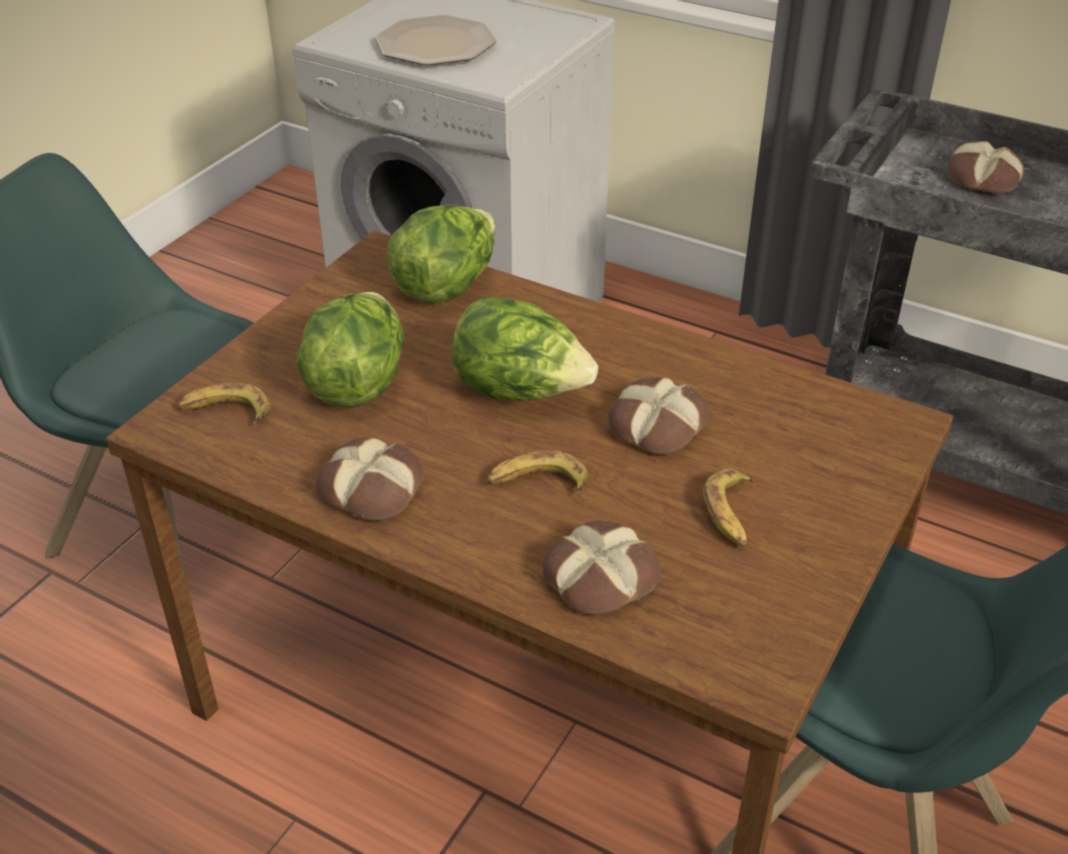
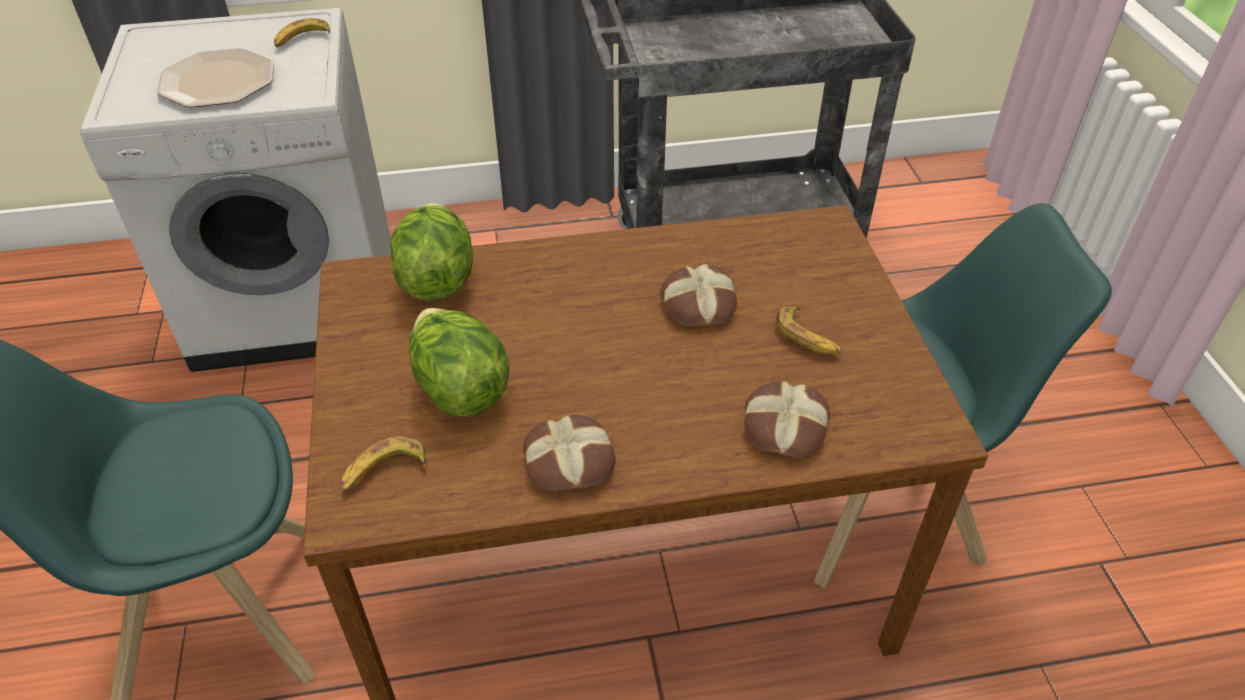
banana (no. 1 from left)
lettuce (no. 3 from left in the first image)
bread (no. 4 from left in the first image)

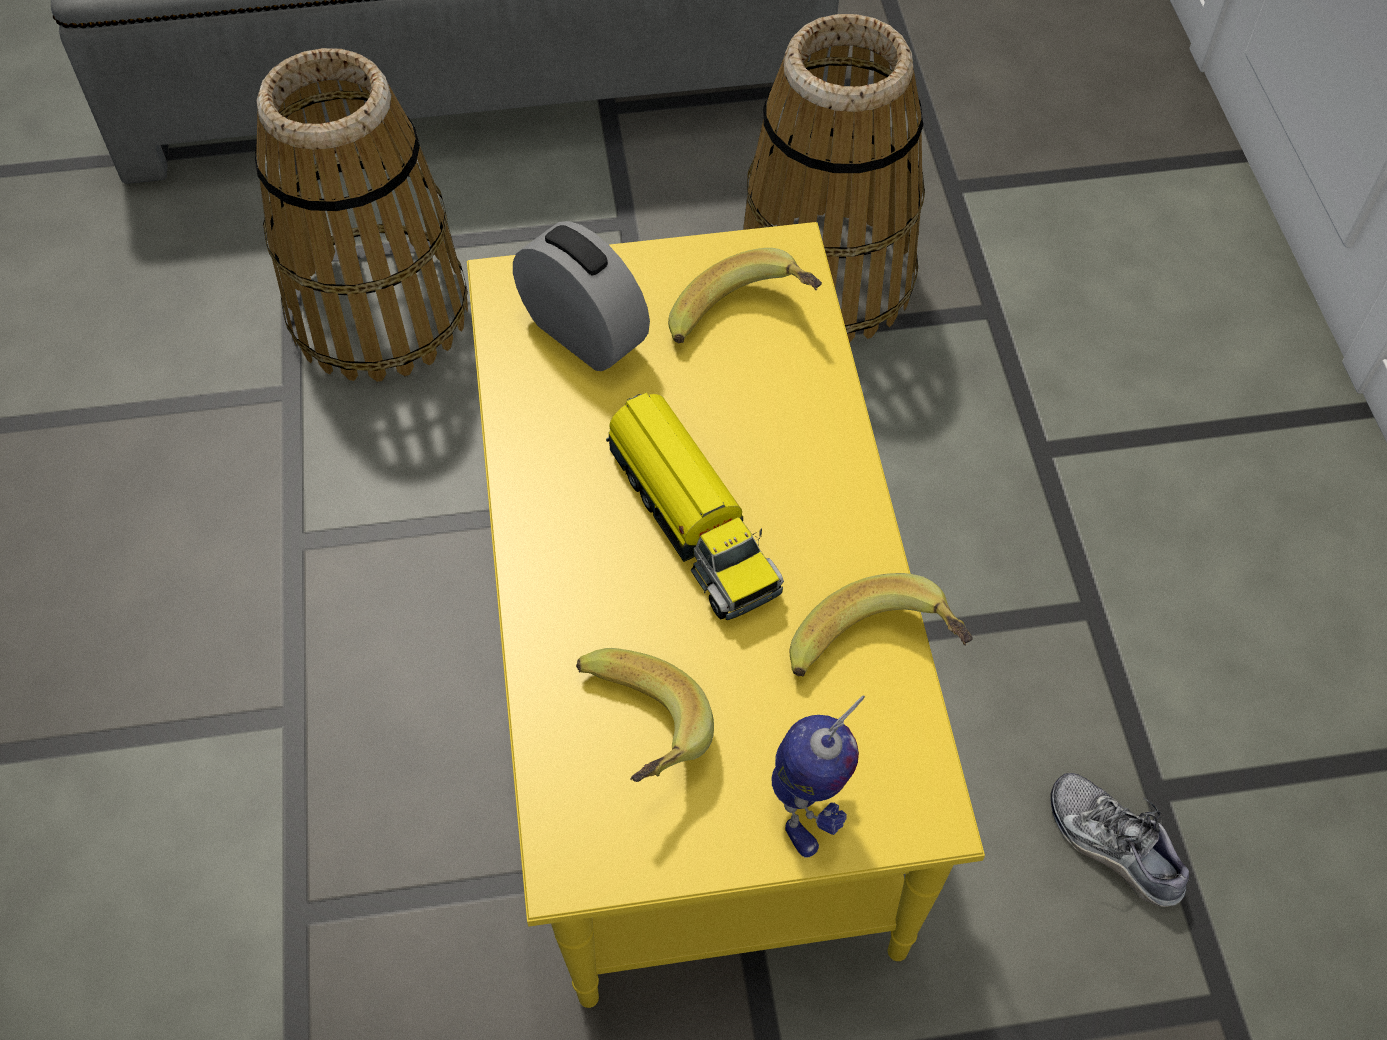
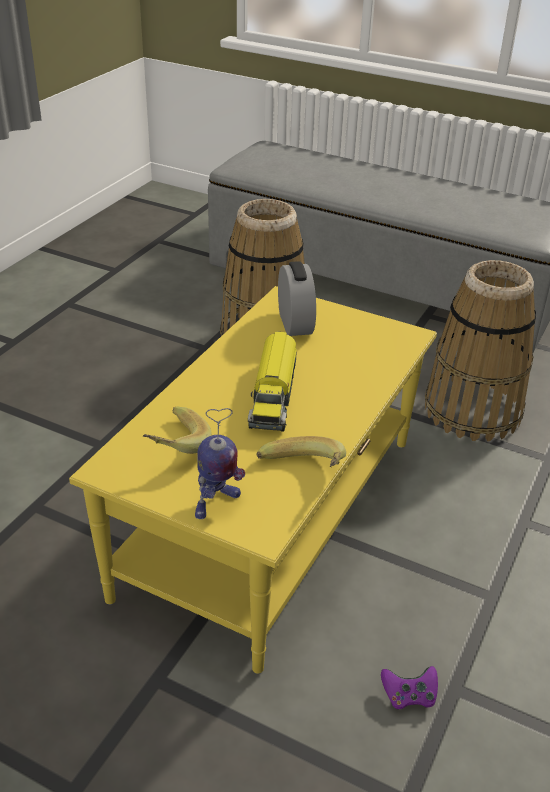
game controller in purple
banana (no. 2 from left in the first image)

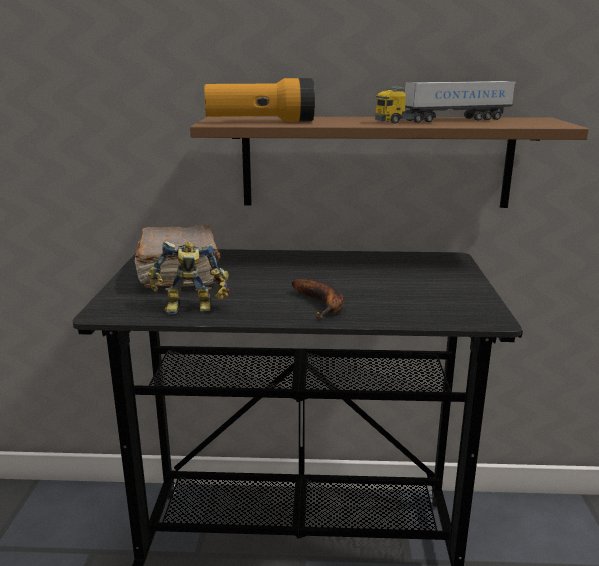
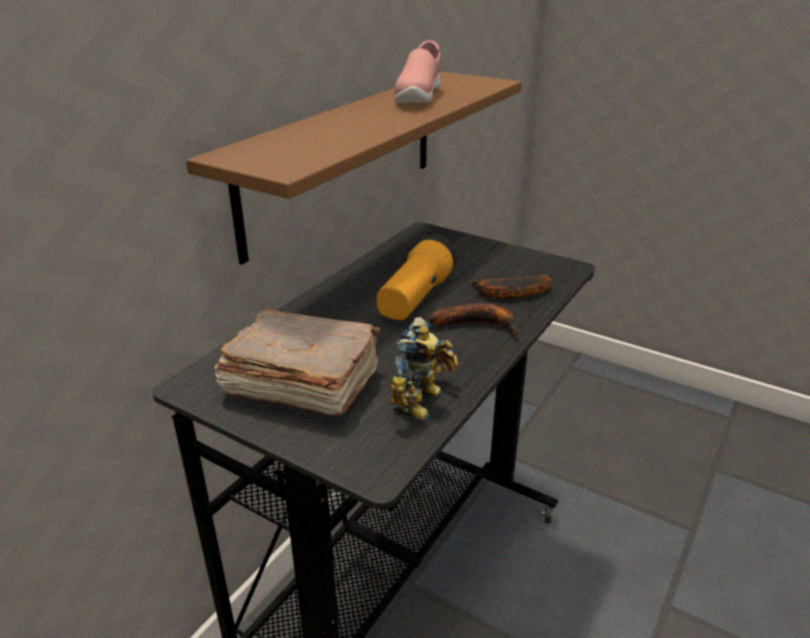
flashlight
shoe in pink
banana (no. 2 from left)

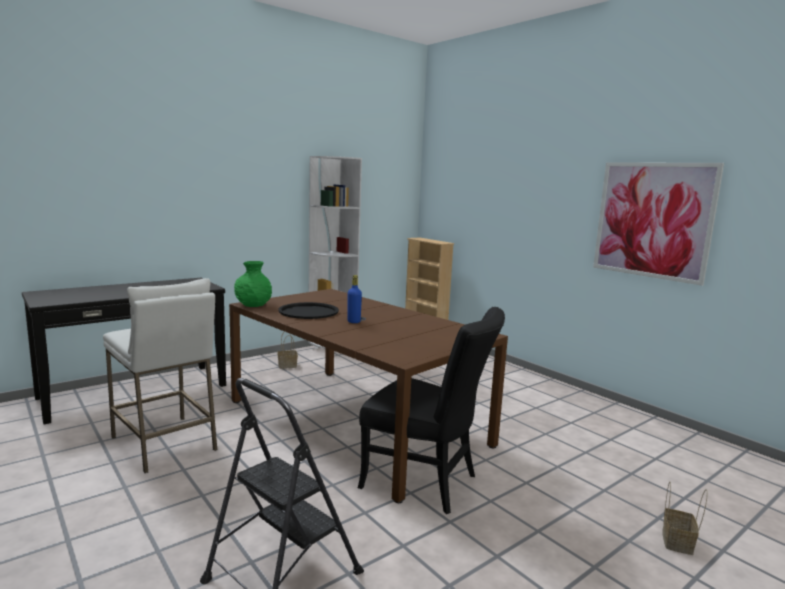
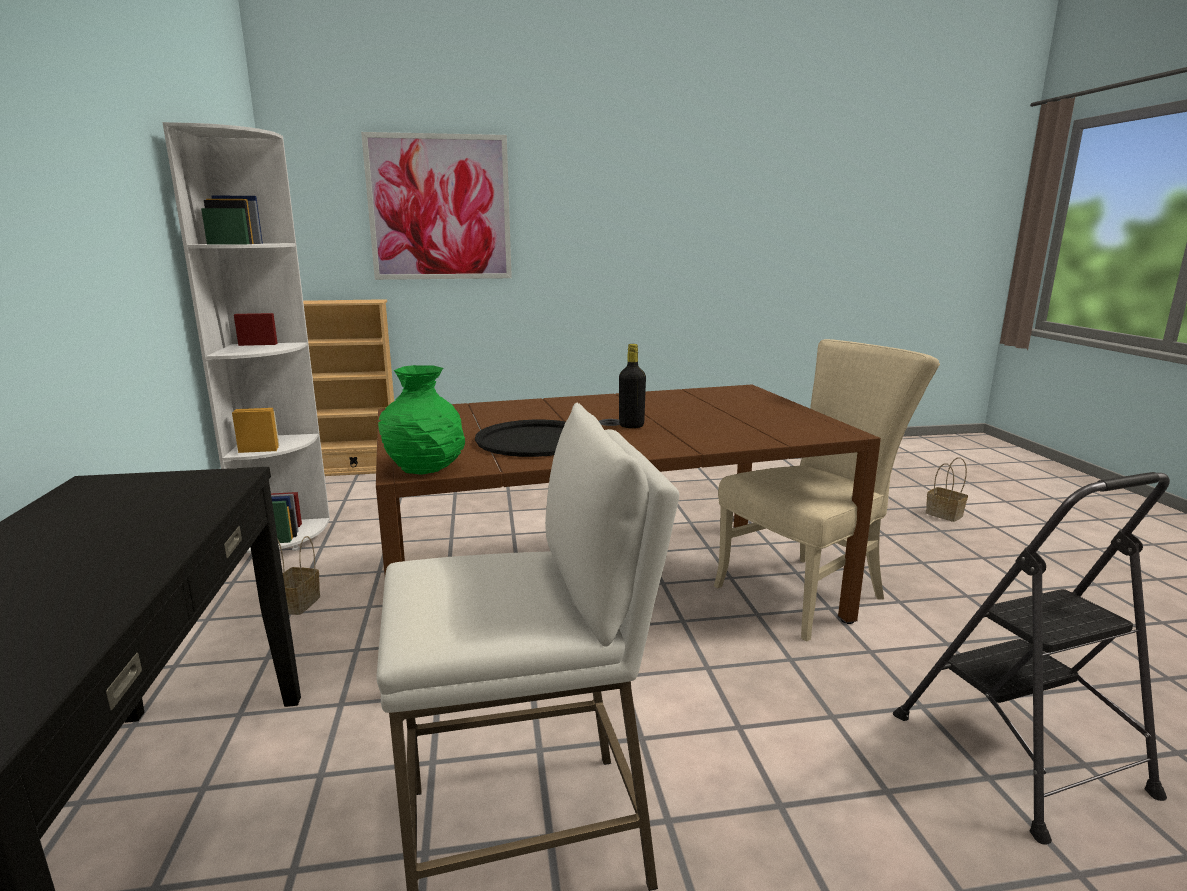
picture
bottle in black
chair in beige

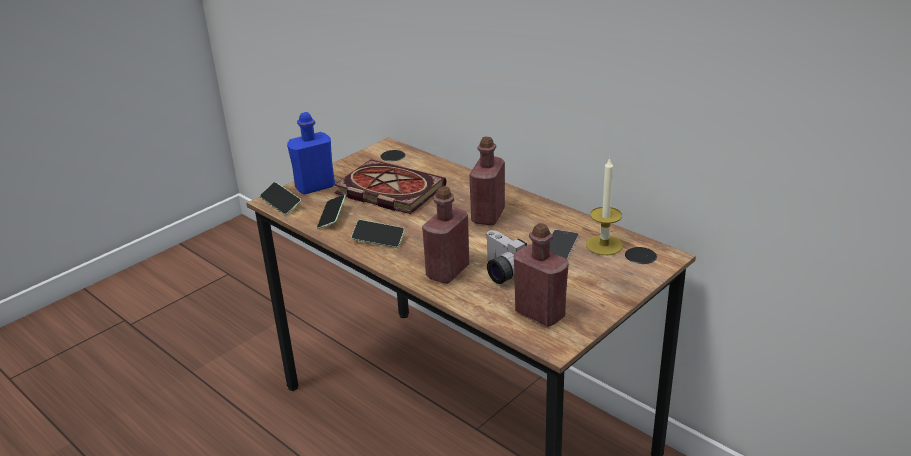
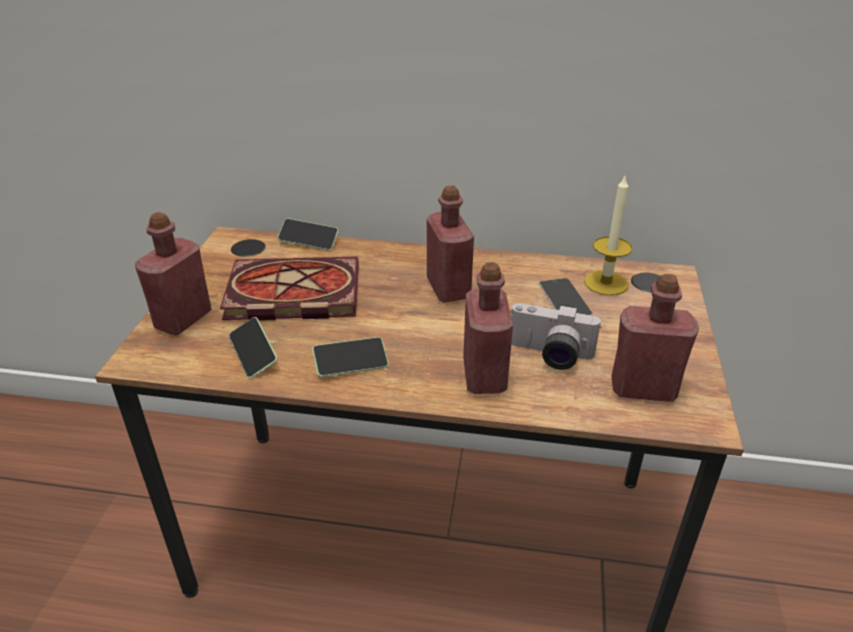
bottle in red (no. 1 from left)
phone (no. 2 from left)

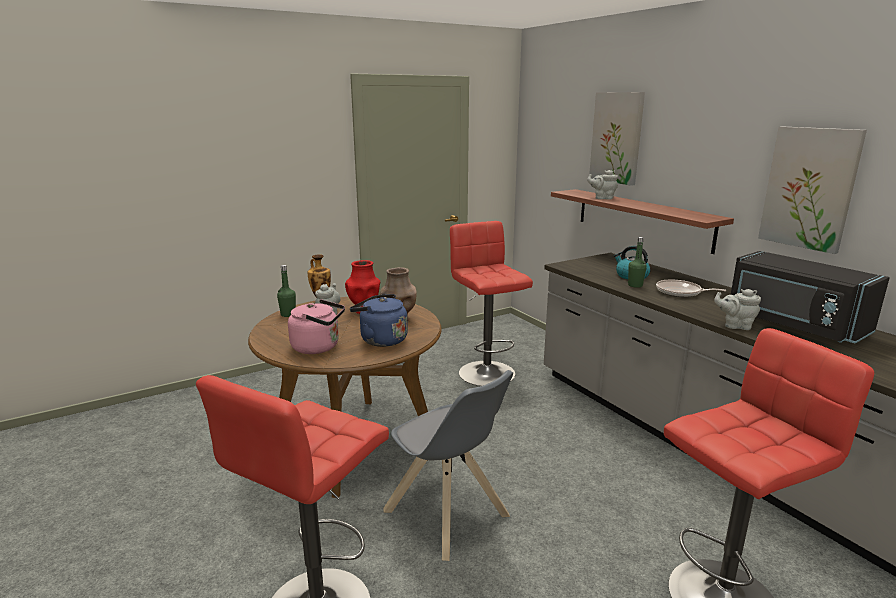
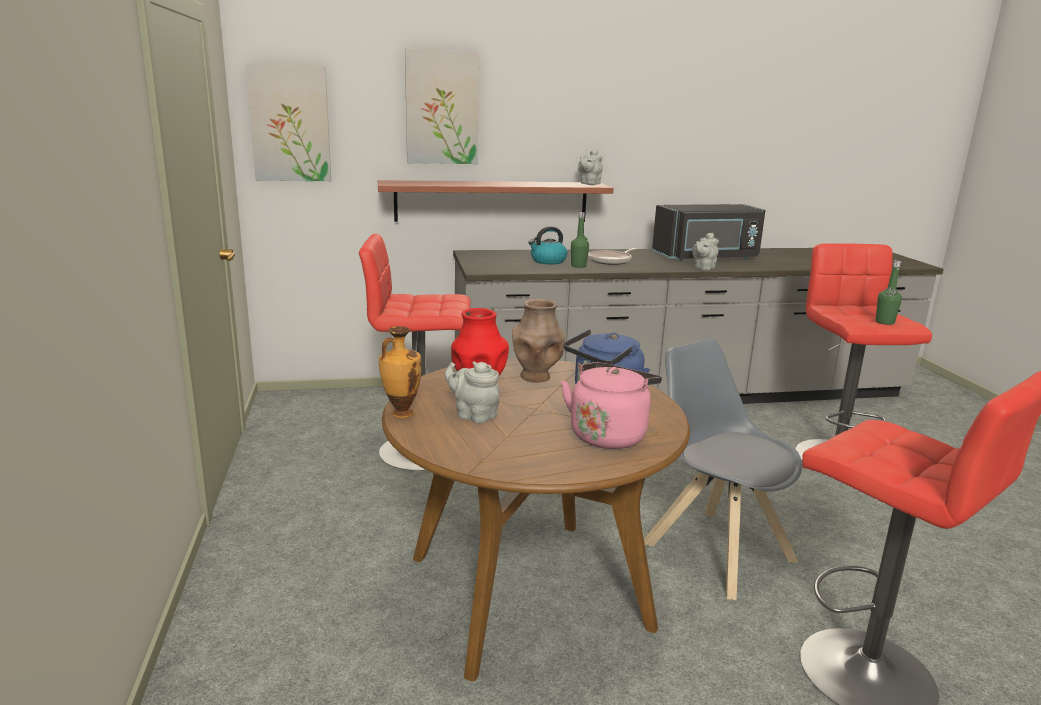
picture (no. 1 from left)
teapot in grey (no. 2 from left)
chair in grey
bottle in green (no. 2 from left)

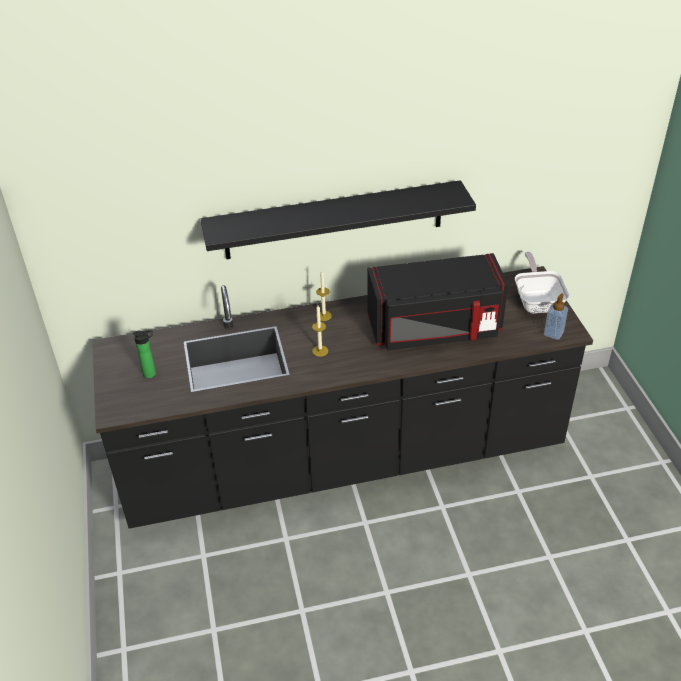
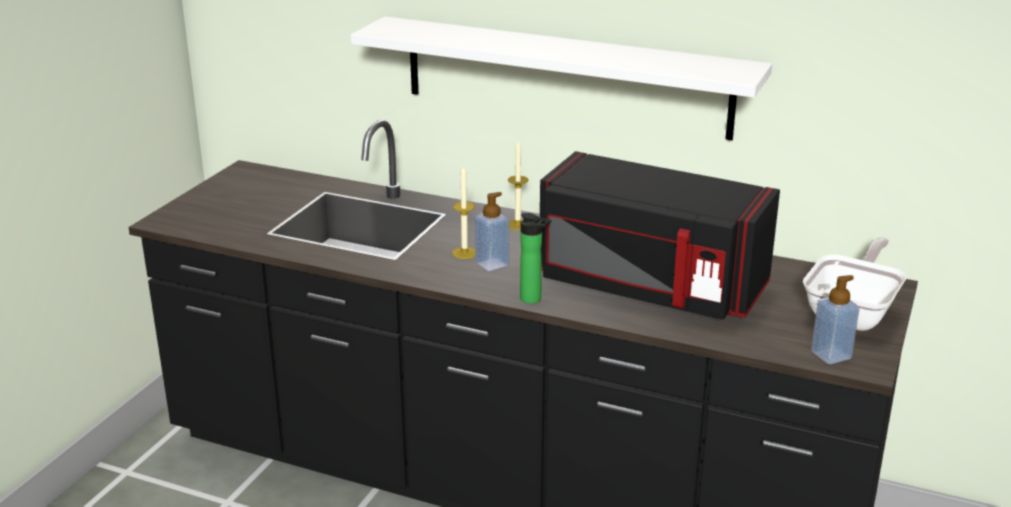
shelf in white
soap dispenser (no. 1 from left)
bottle

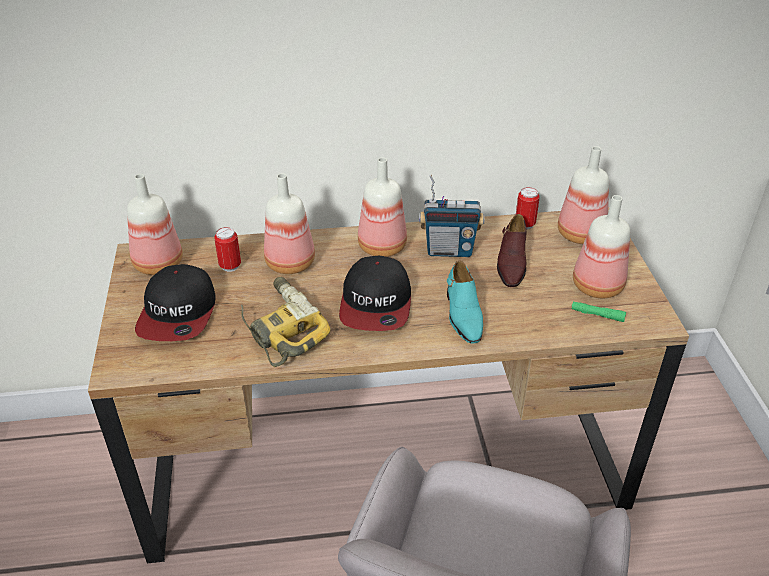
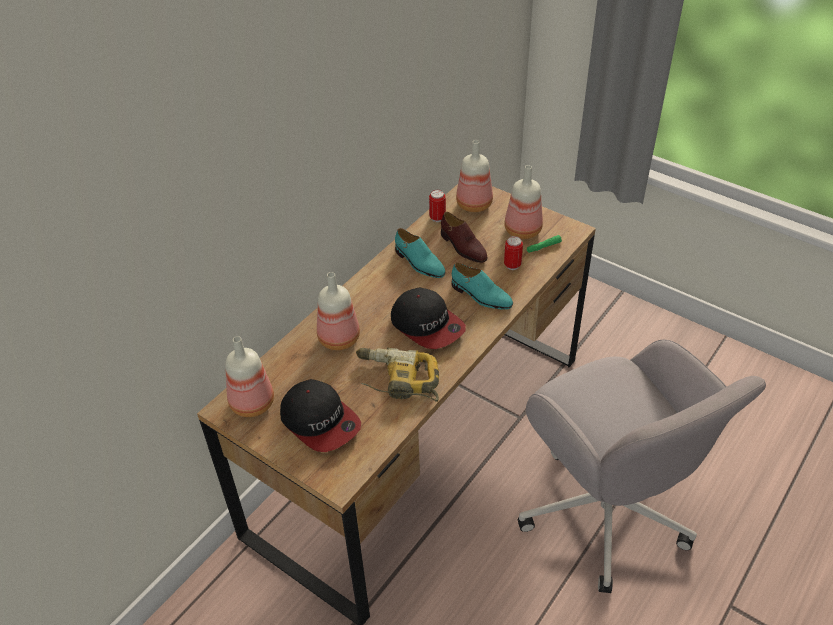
shoe in turquoise (no. 1 from left)
can (no. 2 from left)
bottle (no. 3 from left in the first image)

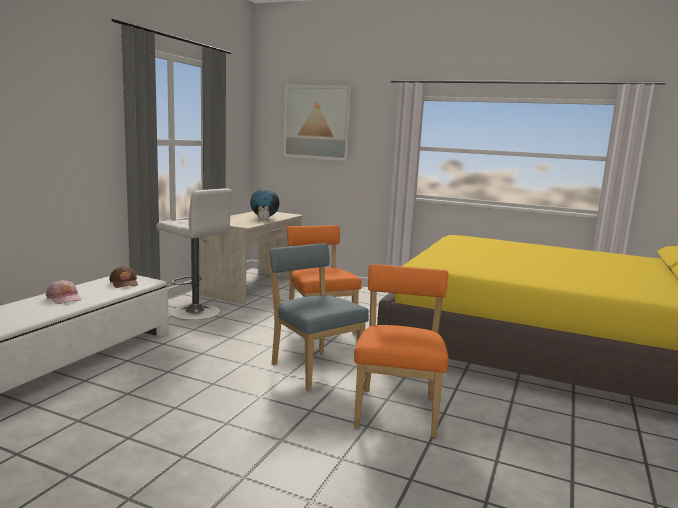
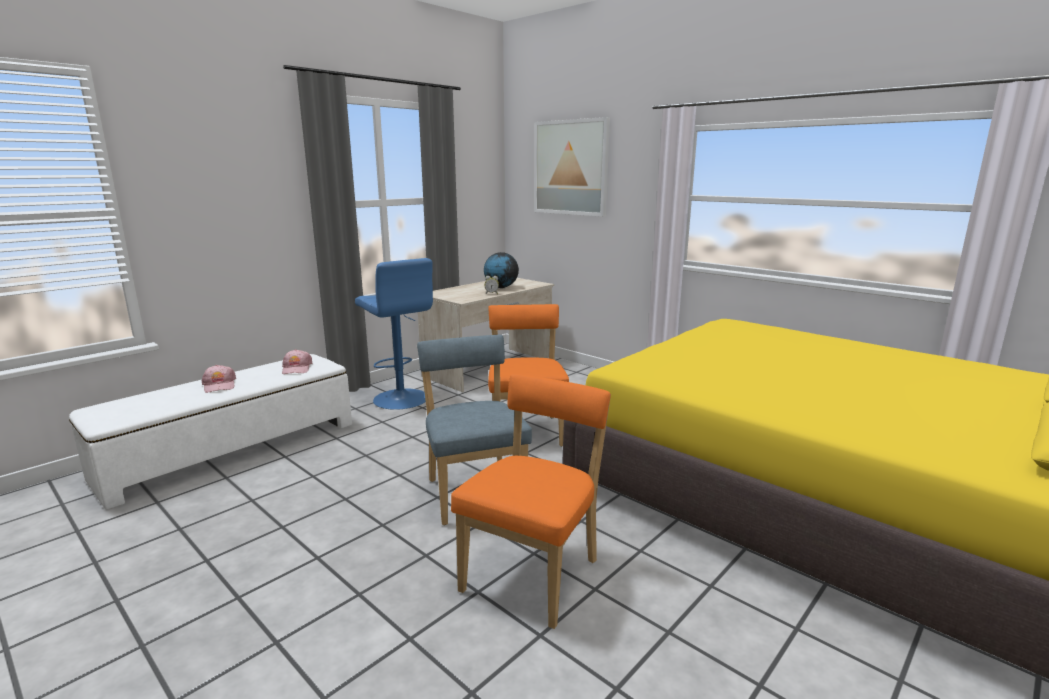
cap in pink (no. 2 from left)
stool in blue

